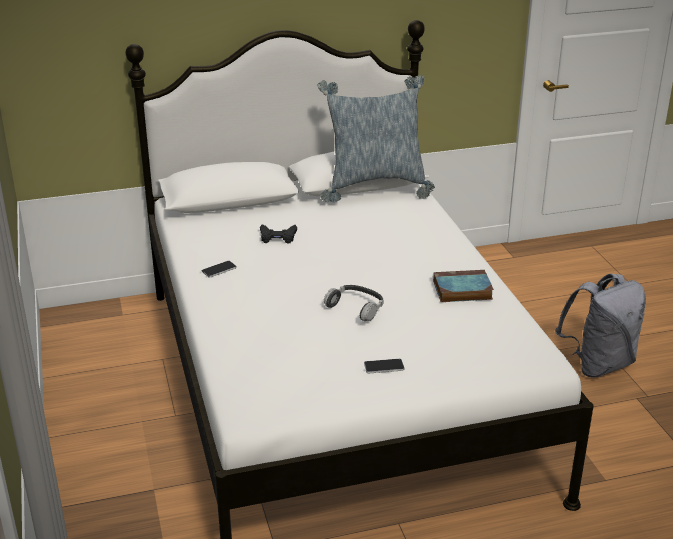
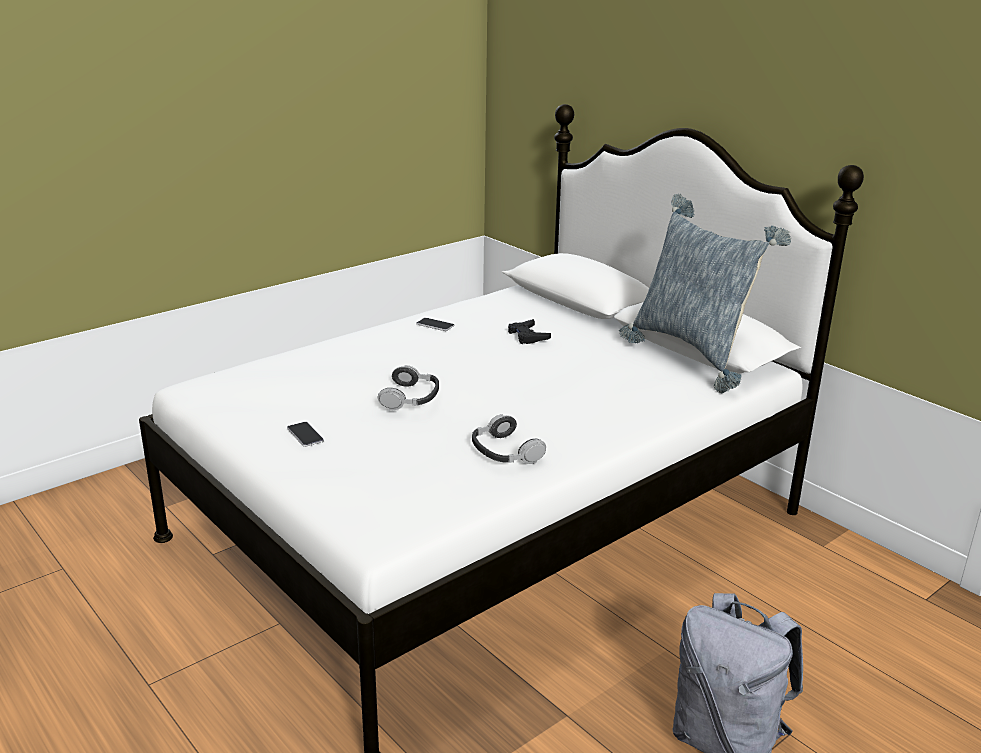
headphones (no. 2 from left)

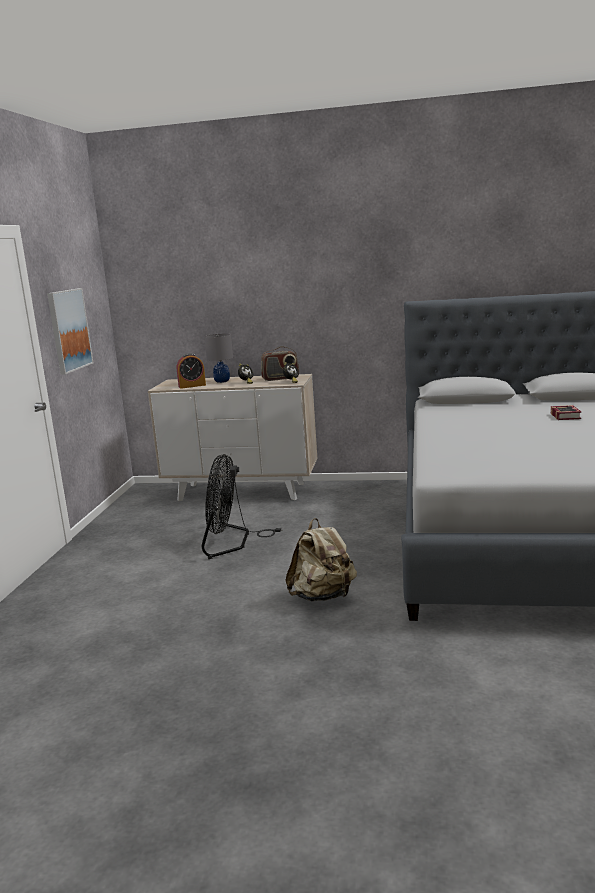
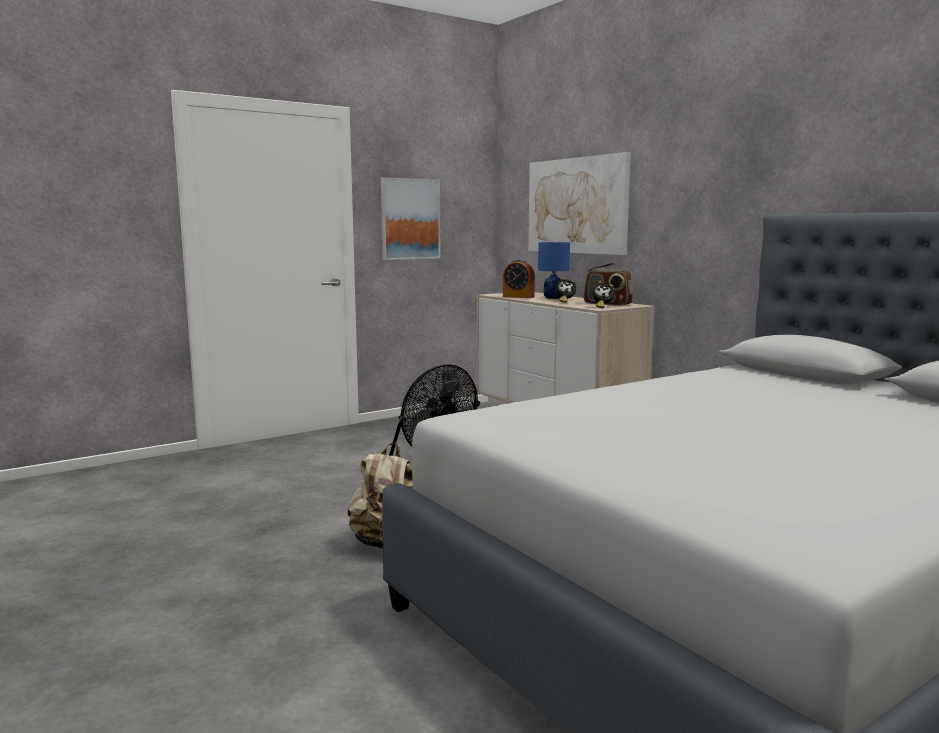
picture (no. 2 from left)
table lamp in blue
book

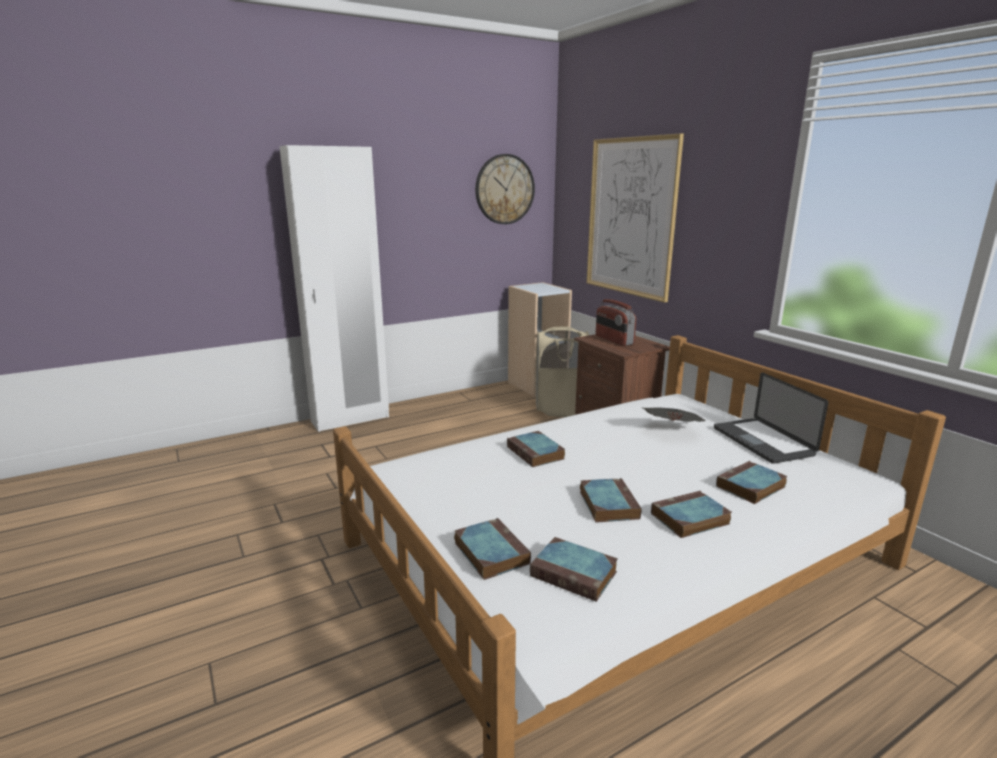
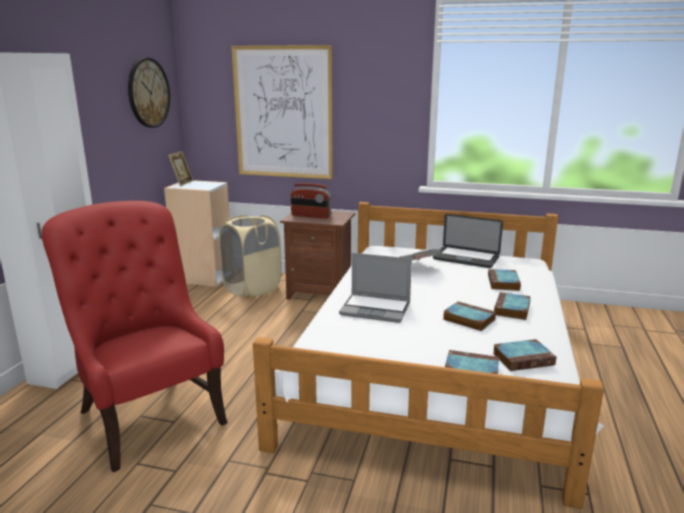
chair in red
picture frame
laptop (no. 1 from left)

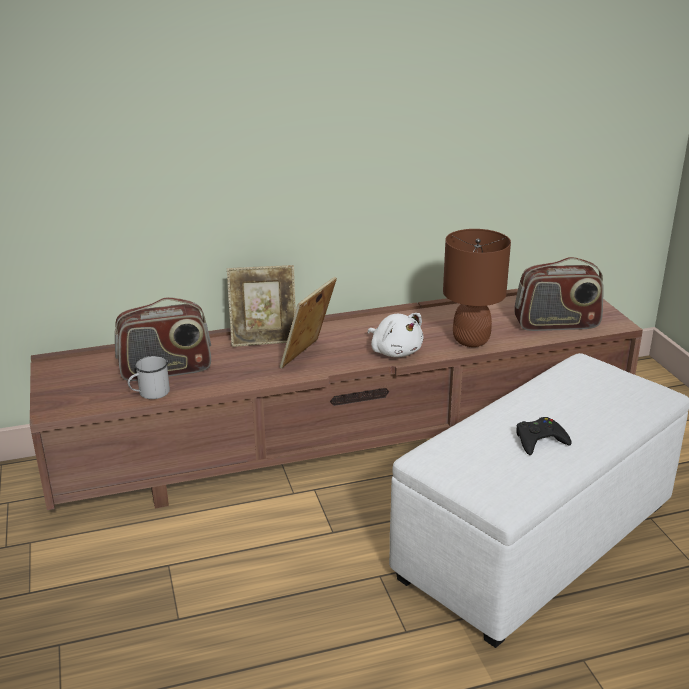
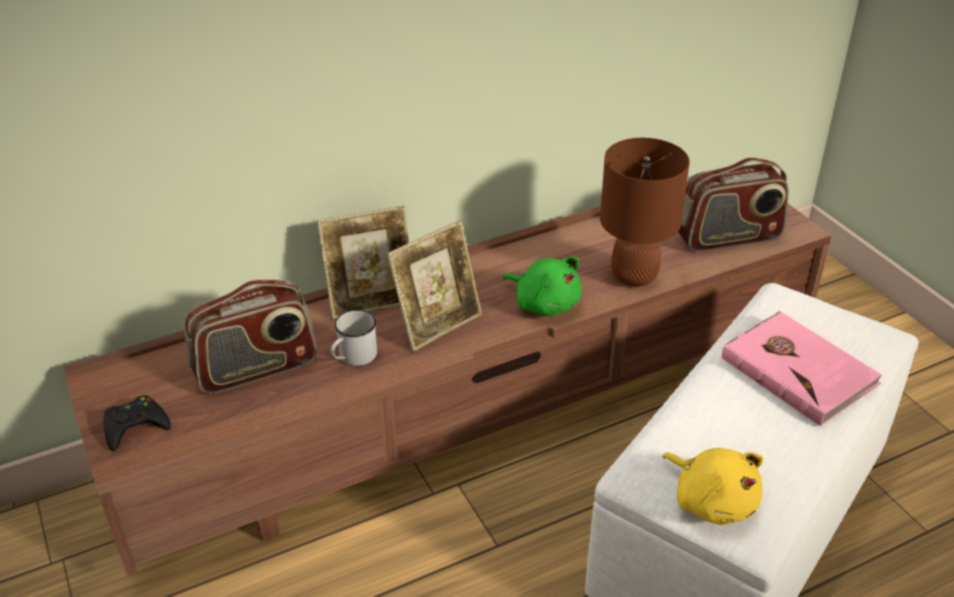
game controller in black
mug in white
picture frame (no. 2 from left)
plush toy in green
plush toy in yellow
book in pink

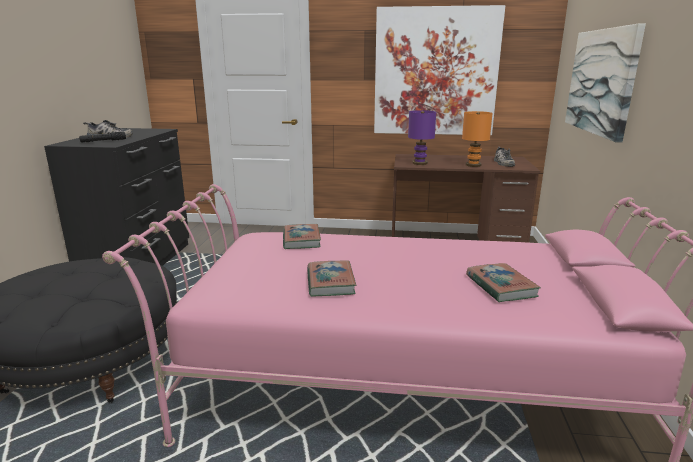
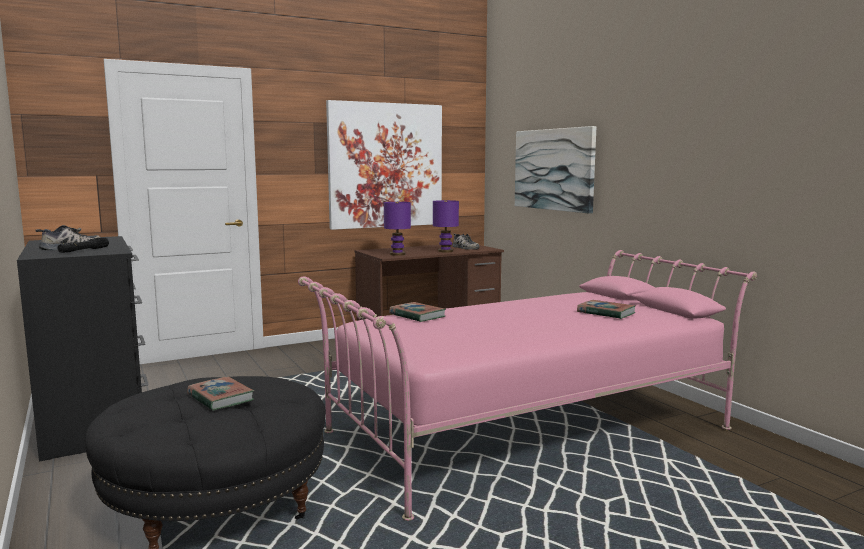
book (no. 1 from left)
table lamp in purple (no. 2 from left)

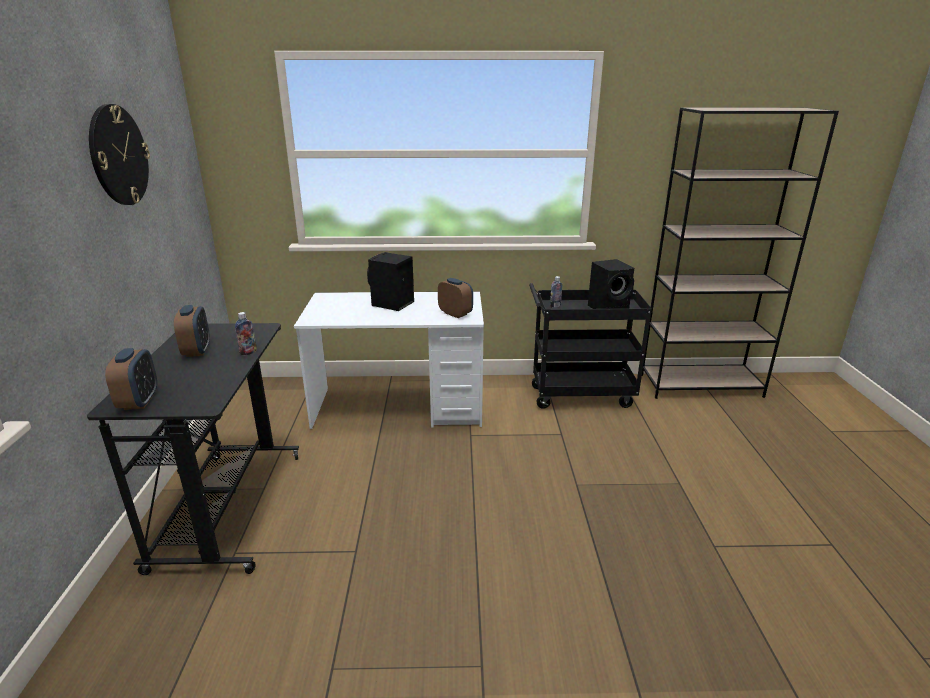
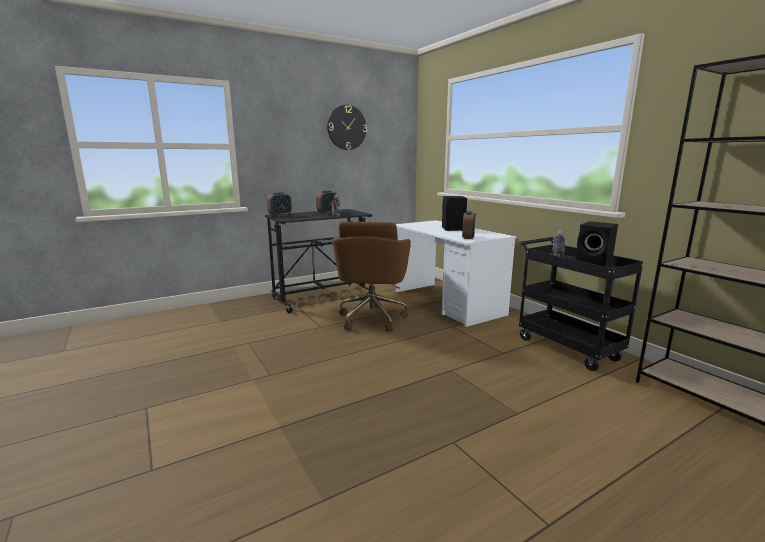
office chair in brown

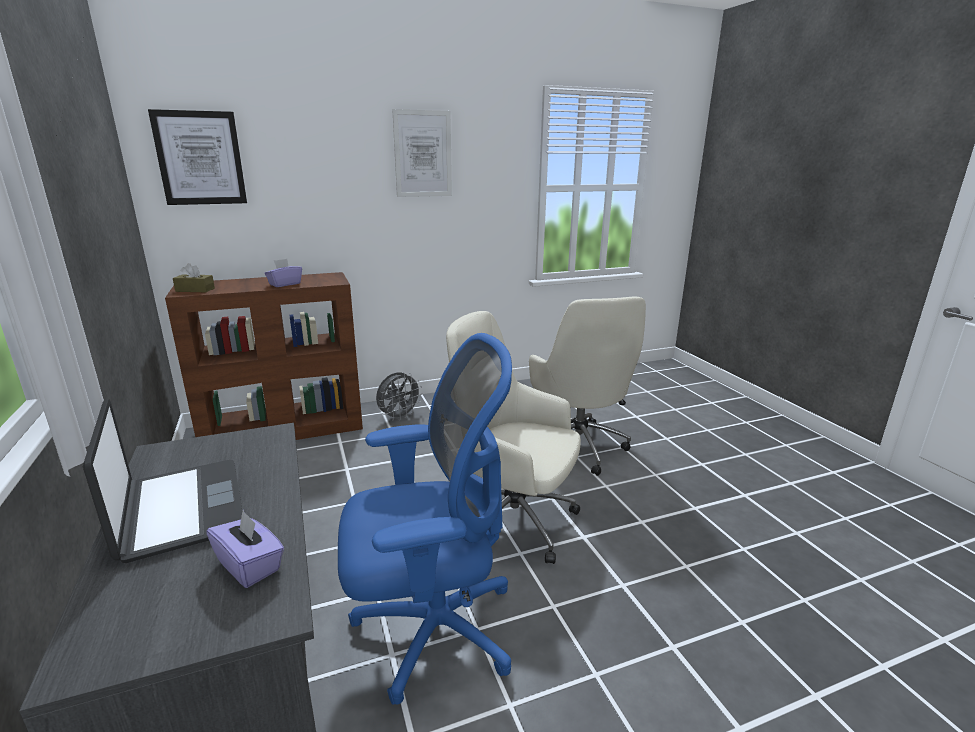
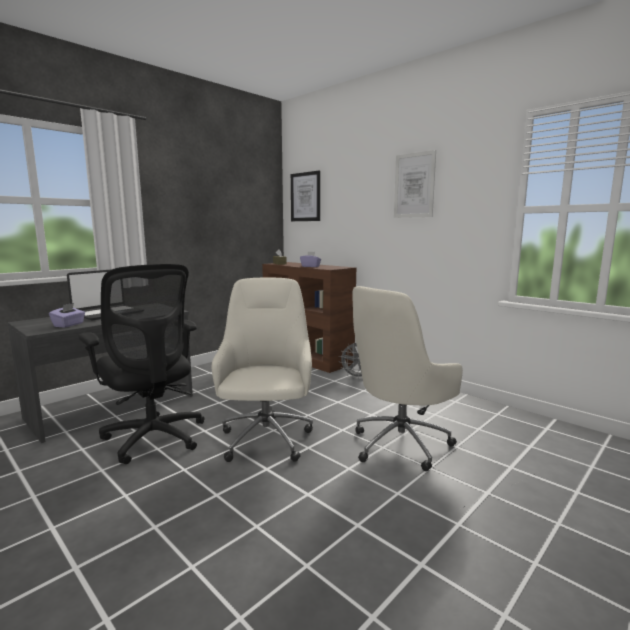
office chair in black

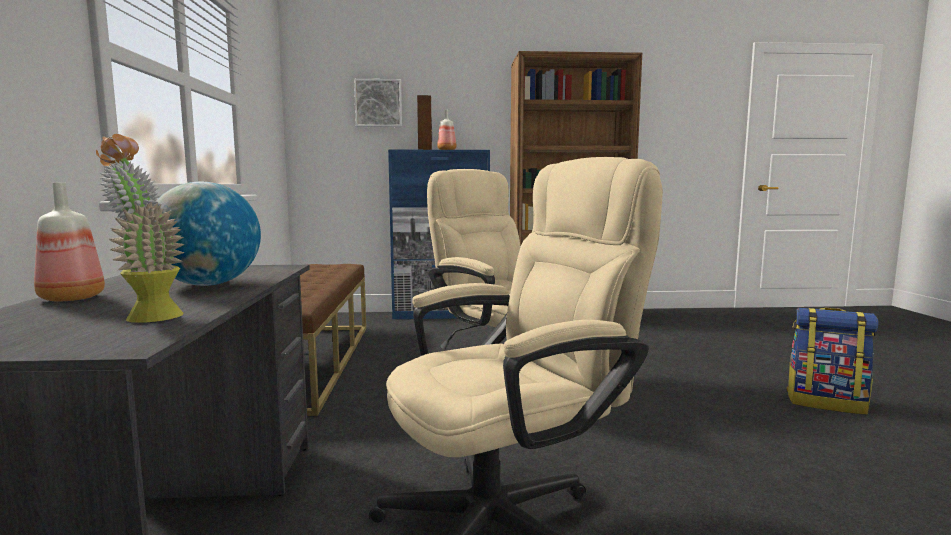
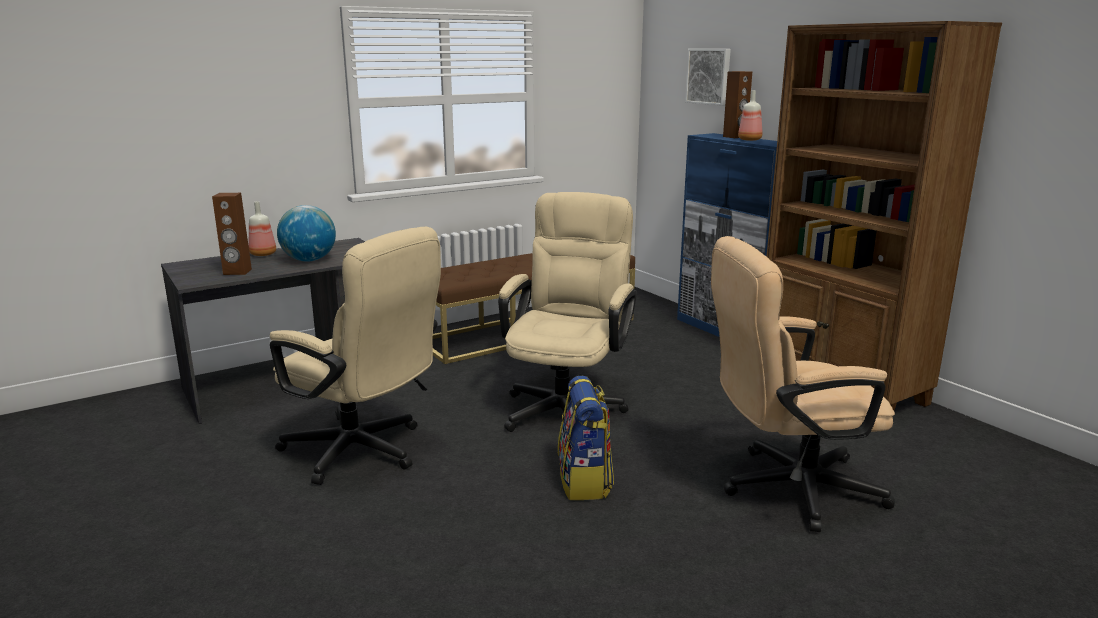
speaker in brown (no. 1 from left)
backpack
office chair in beige (no. 3 from left)

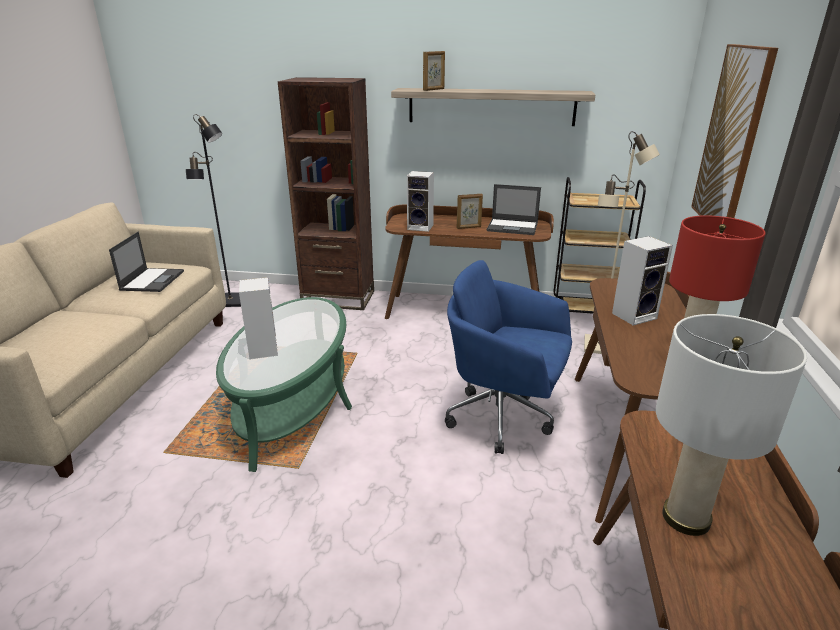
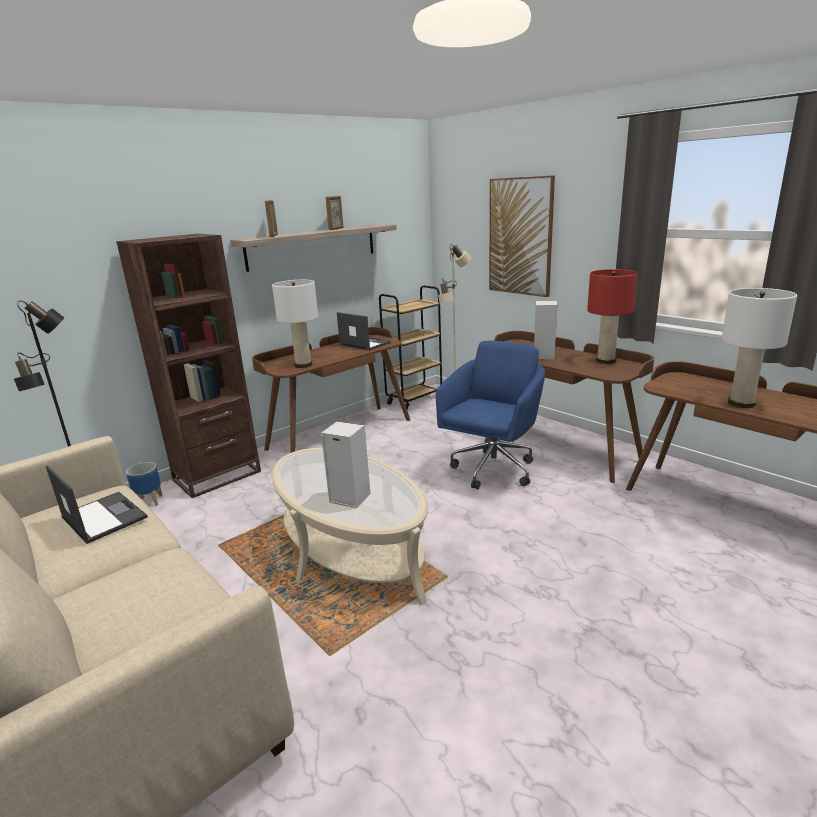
planter
table lamp in white (no. 1 from left)
coffee table in beige
picture frame (no. 2 from left)
laptop (no. 2 from left)
office chair in blue

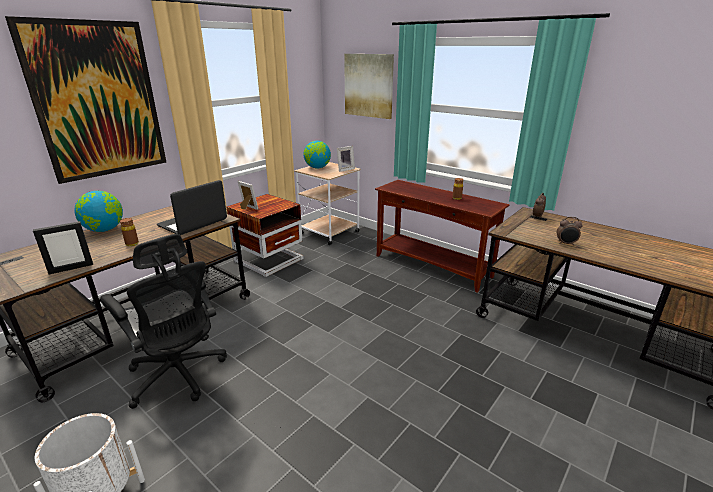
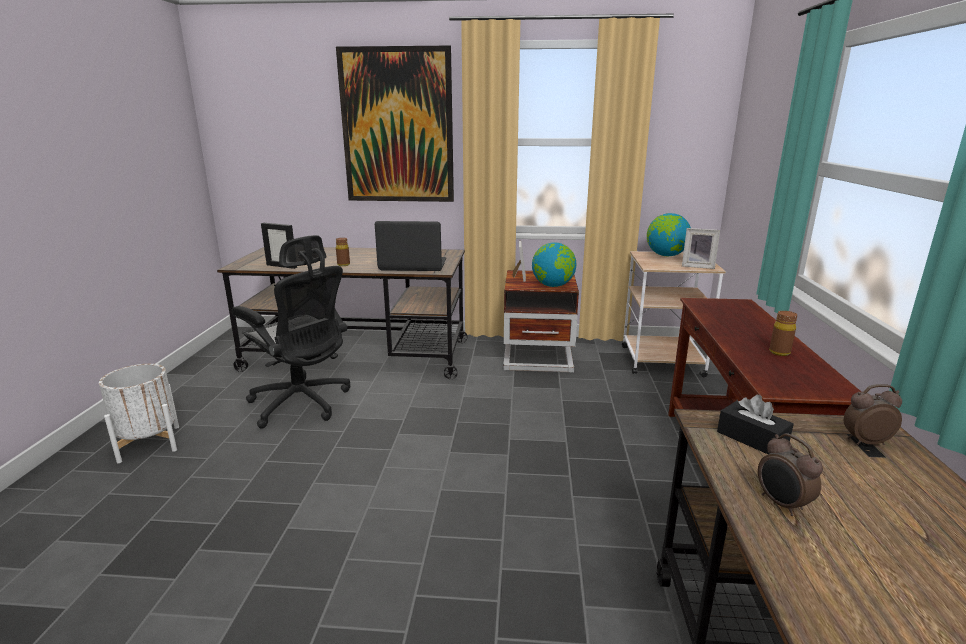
office chair
globe (no. 1 from left)
tissue box in black
picture (no. 2 from left in the first image)

